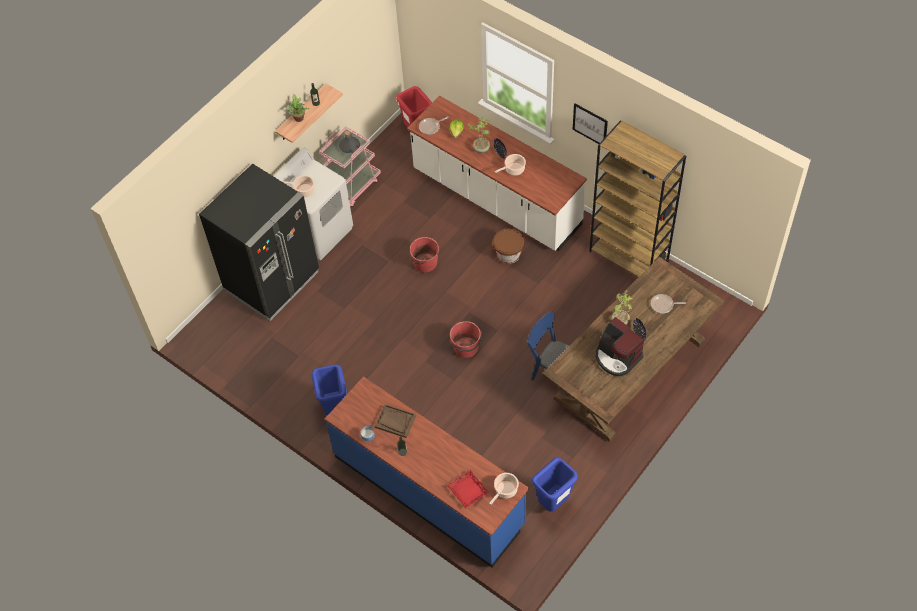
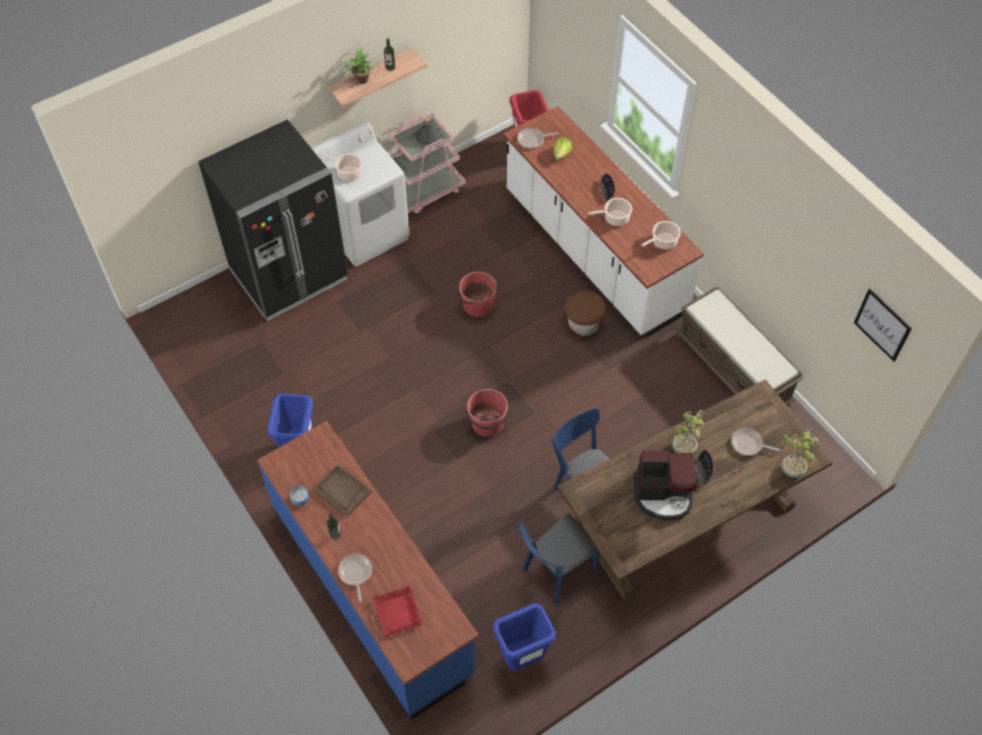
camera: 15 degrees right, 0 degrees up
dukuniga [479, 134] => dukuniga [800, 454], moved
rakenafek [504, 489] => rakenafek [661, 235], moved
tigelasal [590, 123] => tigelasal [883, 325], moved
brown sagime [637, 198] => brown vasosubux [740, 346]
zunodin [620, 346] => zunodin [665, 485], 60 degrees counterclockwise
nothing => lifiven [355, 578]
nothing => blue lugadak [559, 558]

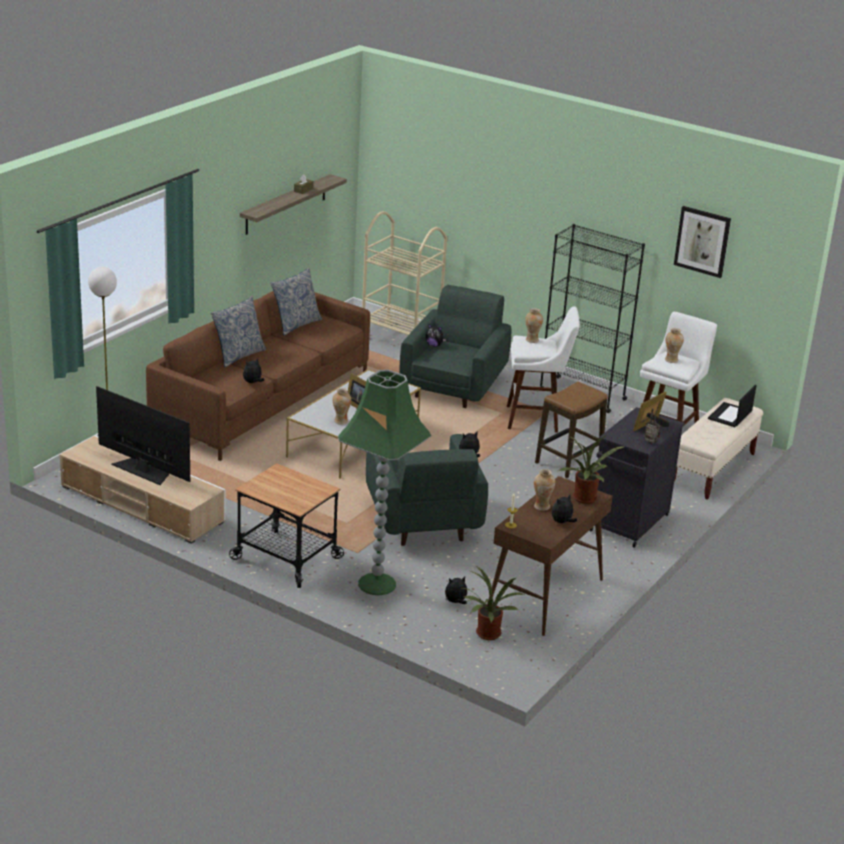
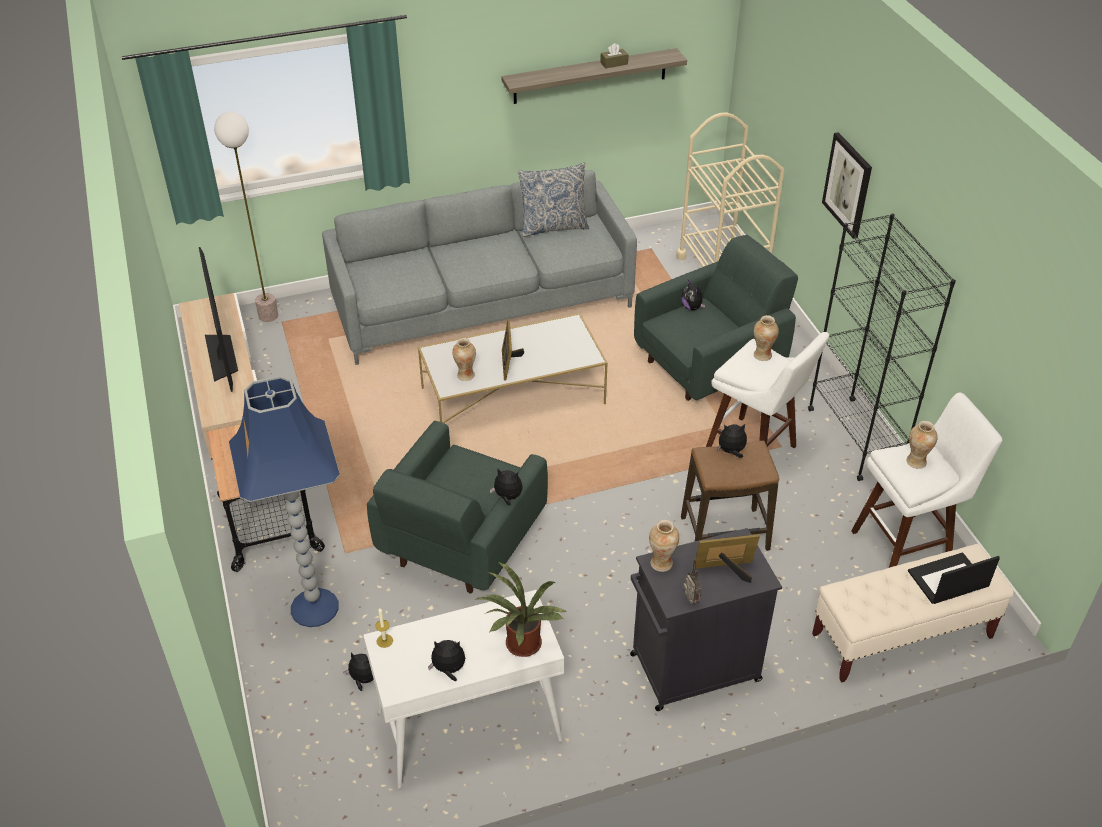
camera: 40 degrees right, 15 degrees up
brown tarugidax [258, 376] => grey tarugidax [479, 267]
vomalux [238, 331] => nothing
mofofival [253, 370] => mofofival [732, 441], moved
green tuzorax [384, 482] => blue tuzorax [284, 501]
dukuniga [493, 603] => nothing
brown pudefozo [550, 556] => white pudefozo [463, 689]
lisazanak [544, 490] => lisazanak [664, 546], moved
tigelasal [702, 242] => tigelasal [847, 185], moved

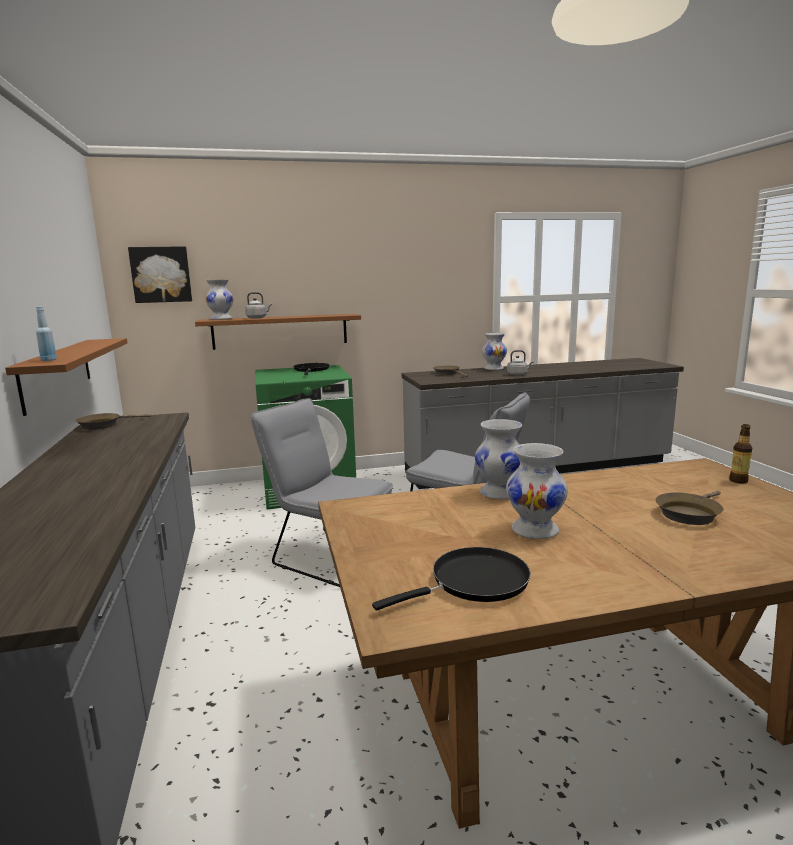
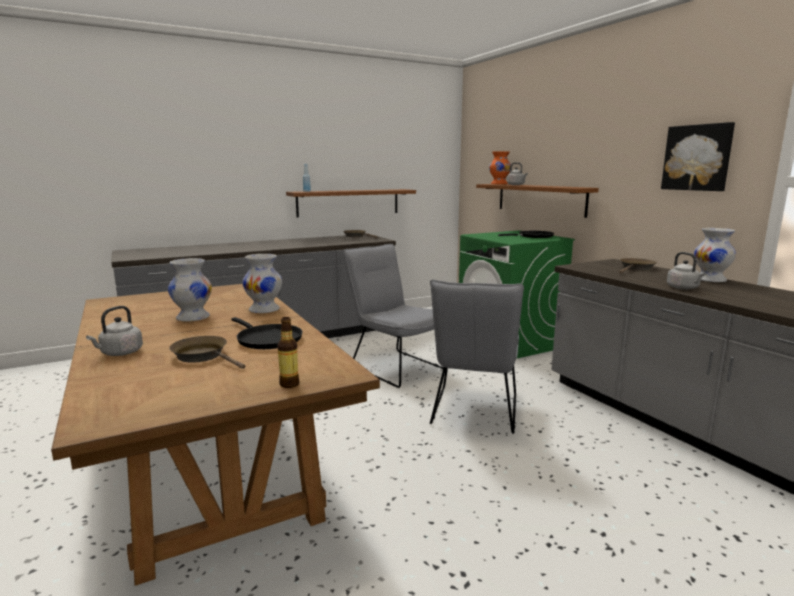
camera: 75 degrees right, 0 degrees up
tigelasal [160, 274] => tigelasal [698, 156], moved
white lisazanak [219, 299] => orange lisazanak [500, 167]
grey lugadak [322, 492] => grey lugadak [393, 316], 60 degrees counterclockwise
black lifiven [451, 579] => black lifiven [267, 333], moved
nothing => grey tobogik [114, 331]

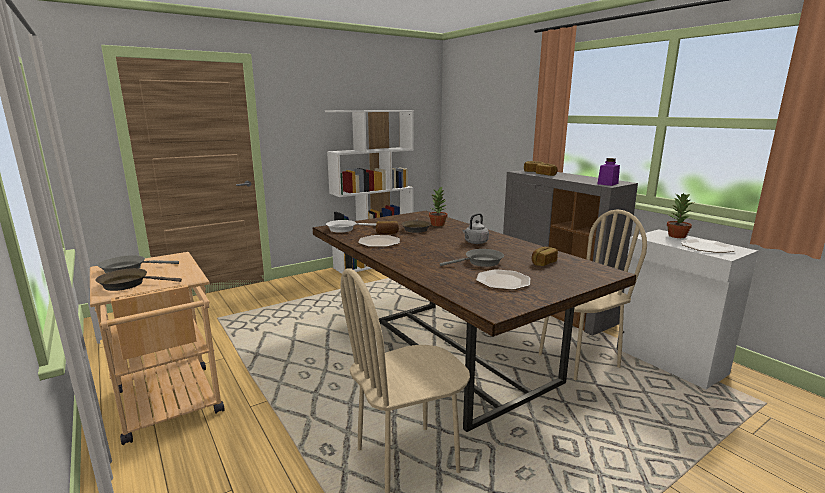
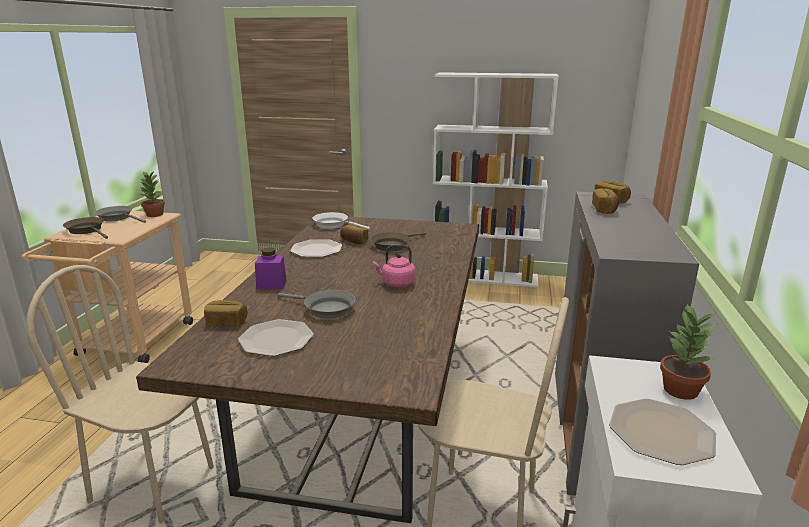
camera: 45 degrees right, 5 degrees up
dukuniga [438, 206] => dukuniga [152, 193], moved
grey tobogik [475, 228] => pink tobogik [394, 265]
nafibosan [544, 256] => nafibosan [225, 313], moved
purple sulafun [608, 172] => purple sulafun [271, 268], moved

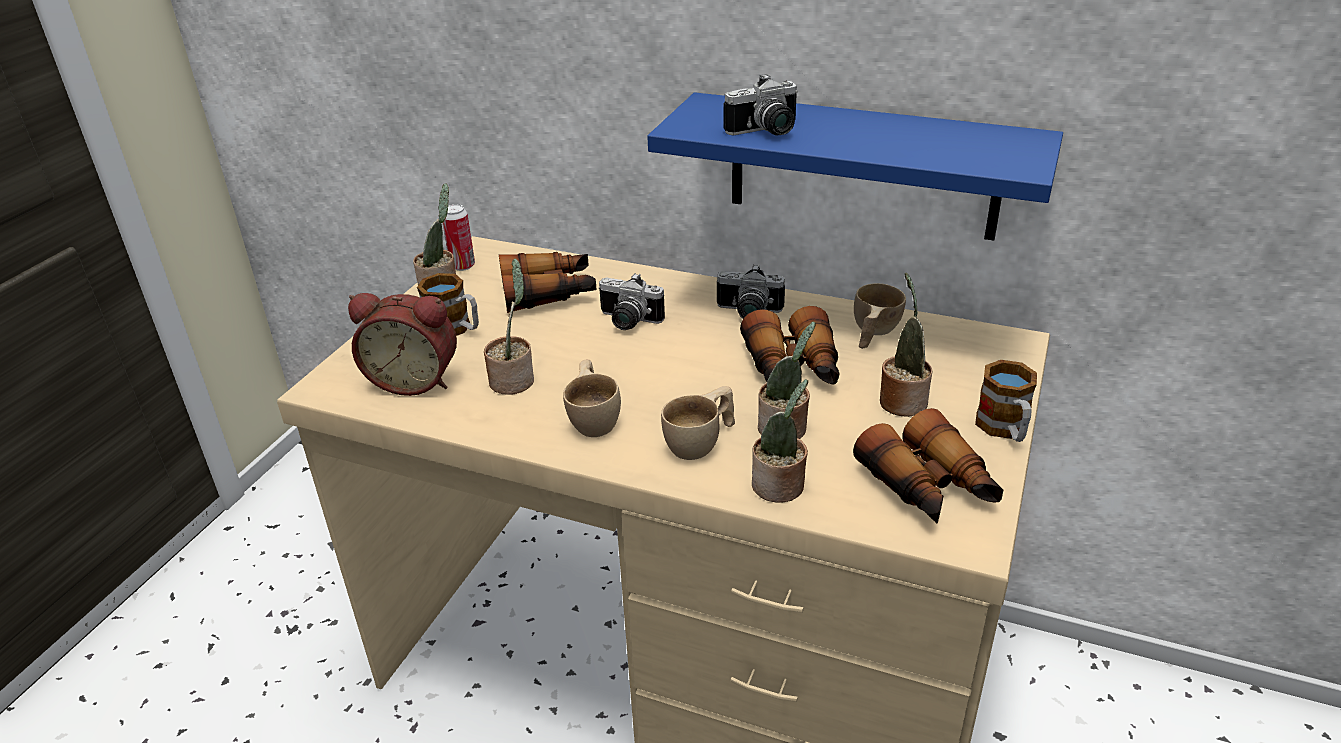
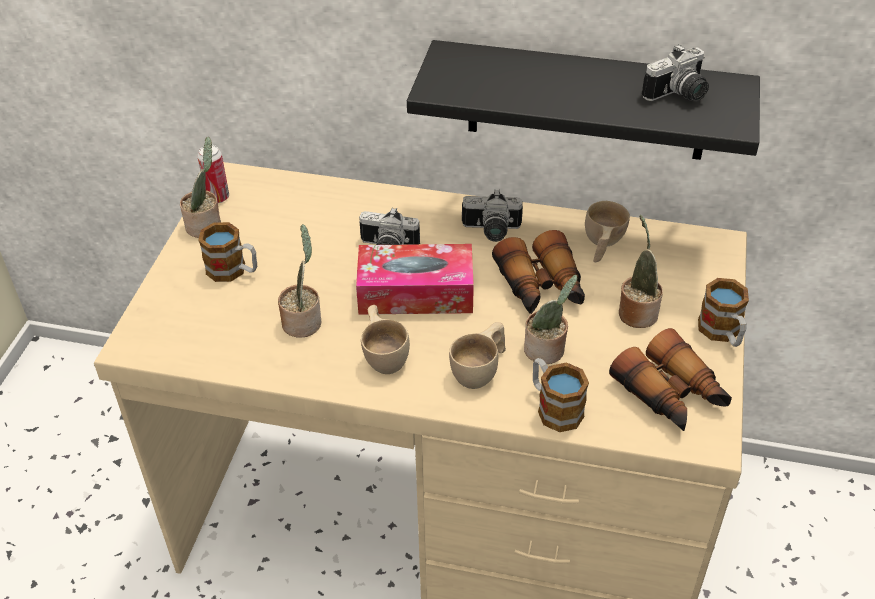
camera: 10 degrees left, 10 degrees up
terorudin [402, 344] => nothing
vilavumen [548, 282] => nothing
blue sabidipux [855, 166] => black sabidipux [583, 100]
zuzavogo [761, 105] => zuzavogo [675, 72], moved
dukuniga [780, 441] => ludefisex [561, 395]
nothing => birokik [415, 279]

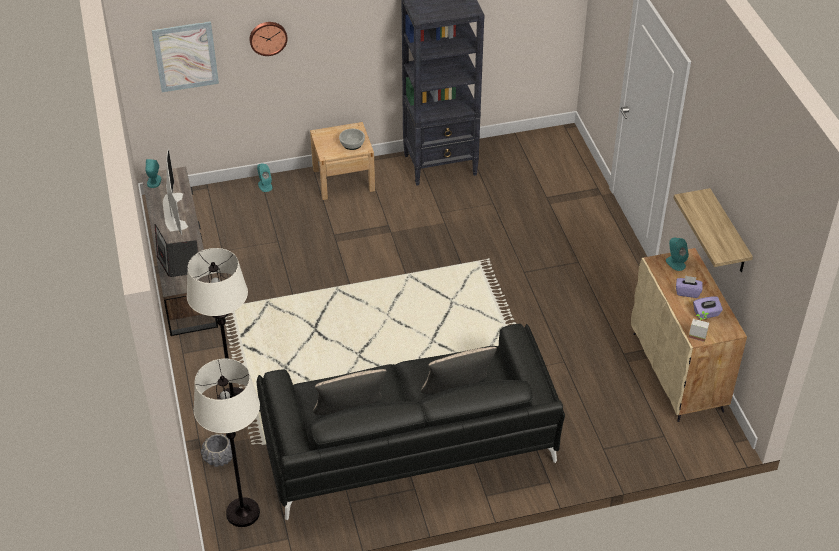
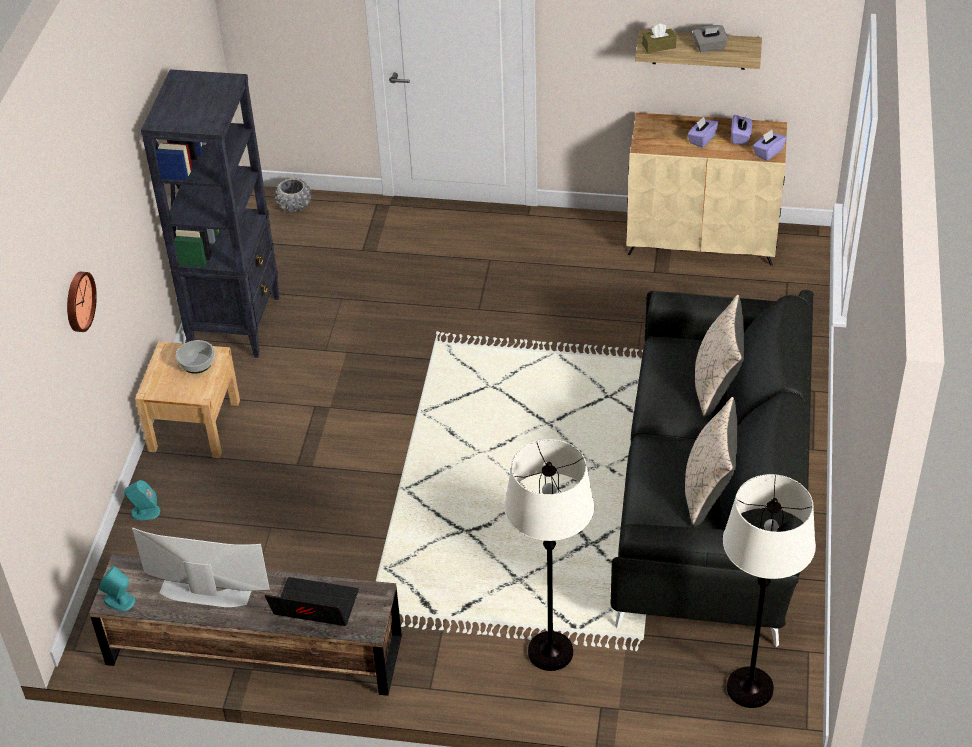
camera: 65 degrees left, 0 degrees up
tigelasal [185, 56] => nothing
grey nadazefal [217, 450] => grey nadazefal [293, 195], moved
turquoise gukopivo [677, 254] => nothing
dukuniga [698, 326] => purple birokik [769, 145]
nothing => brown birokik [659, 38]
nothing => grey birokik [710, 38]

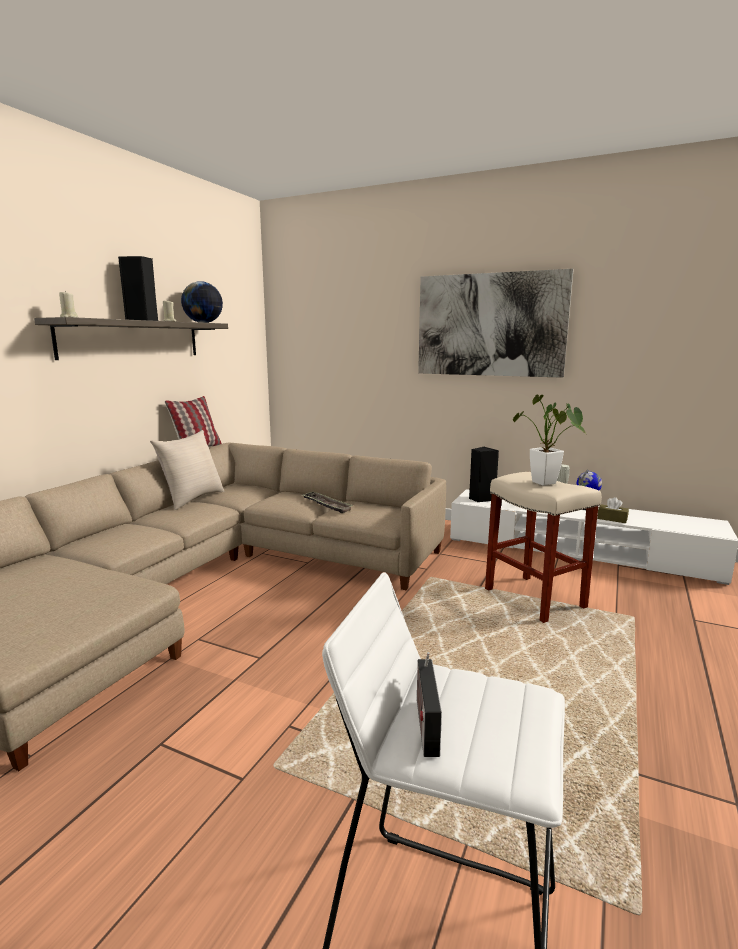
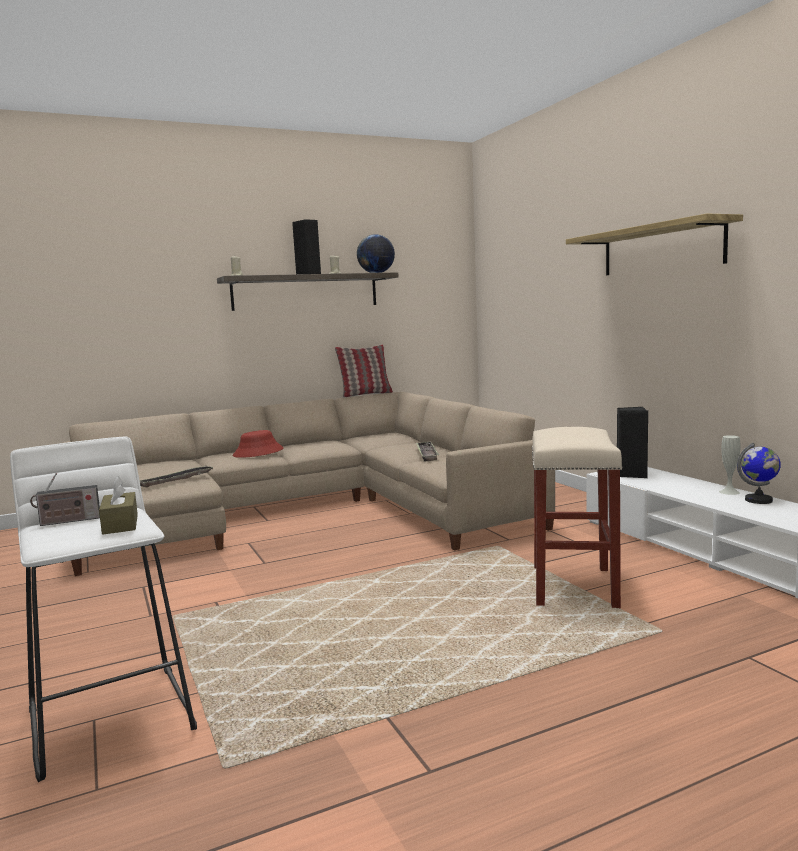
camera: 40 degrees right, 5 degrees down
beige vomalux [187, 470] => nothing
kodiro [429, 704] => kodiro [65, 499], 150 degrees counterclockwise
tigelasal [496, 323] => sabidipux [654, 244]
dukuniga [549, 440] => nothing
brown birokik [613, 510] => brown birokik [118, 505], moved
nothing => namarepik [176, 476]
nothing => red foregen [258, 444]

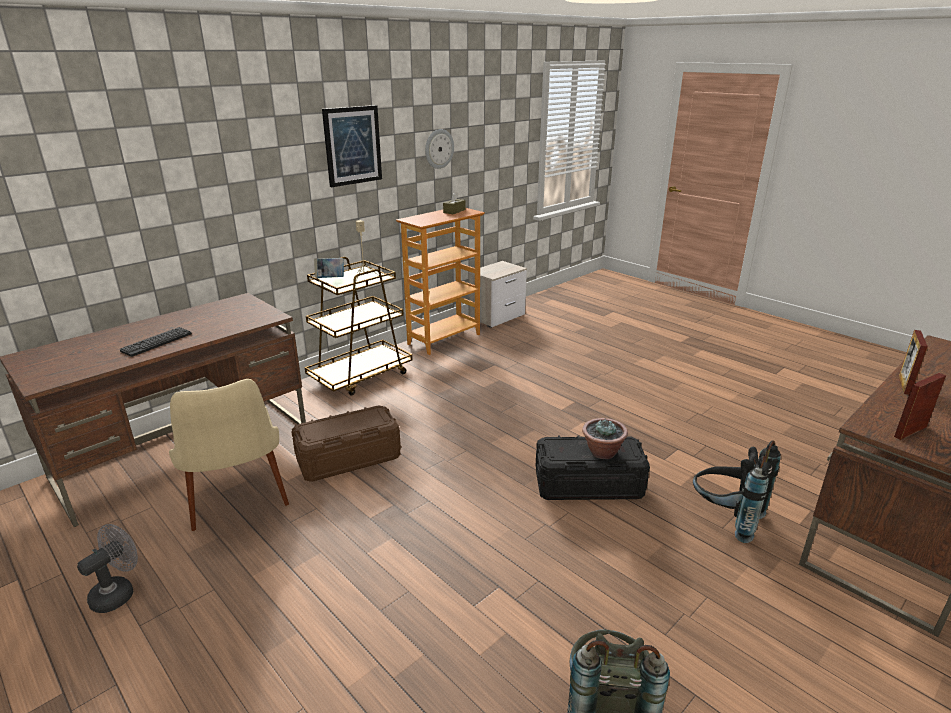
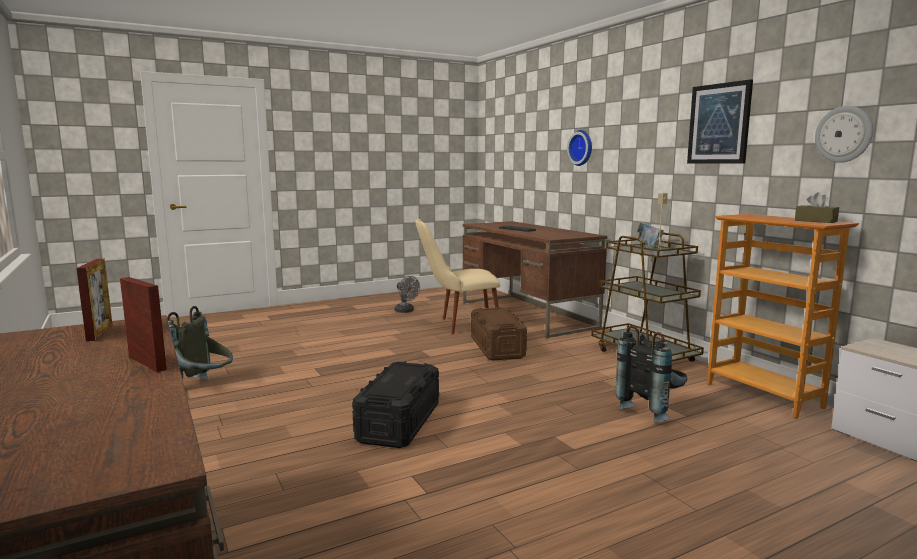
camera: 105 degrees right, 15 degrees down
dukuniga [605, 438] => nothing
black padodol [737, 491] => black padodol [651, 374], moved
nothing => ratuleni [579, 148]

